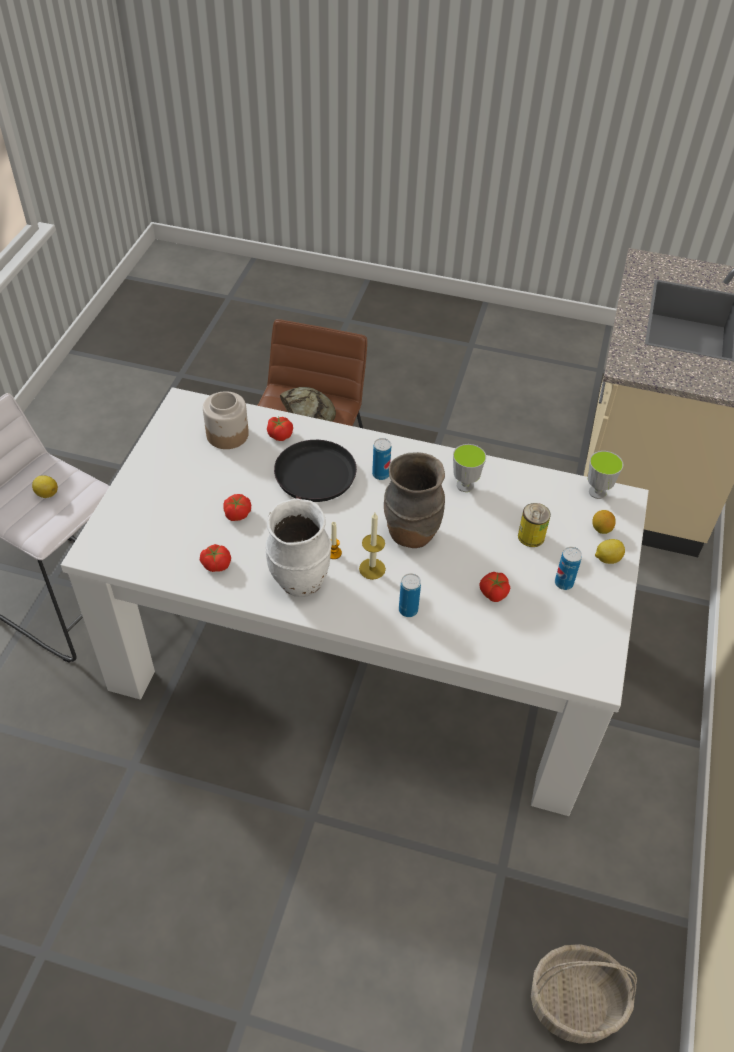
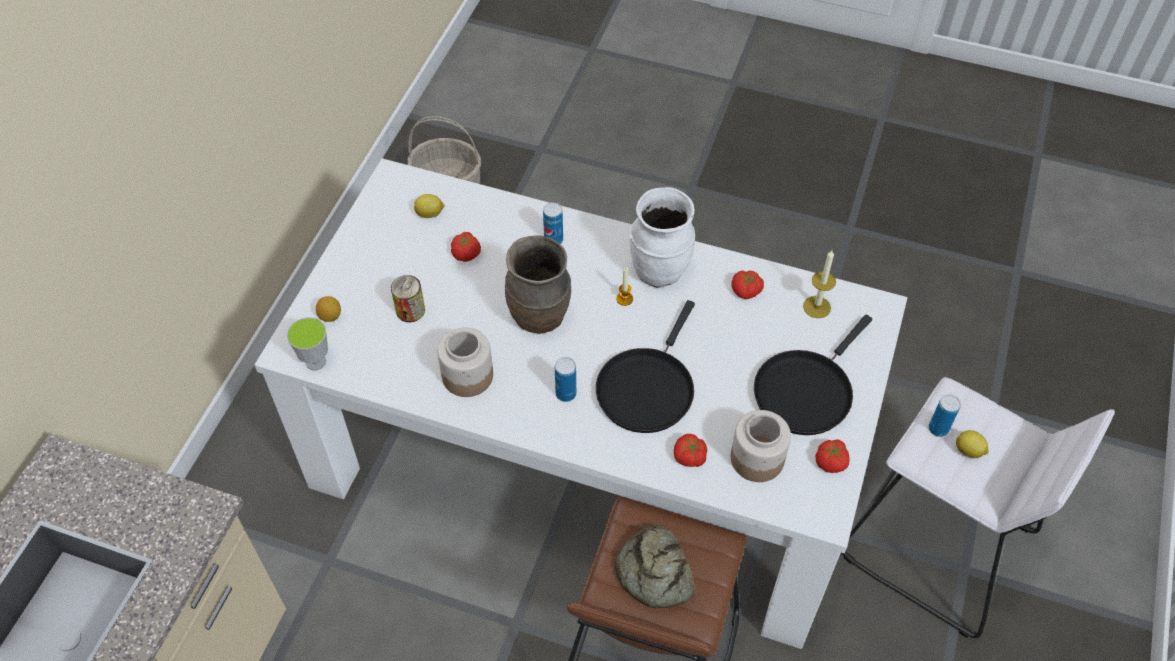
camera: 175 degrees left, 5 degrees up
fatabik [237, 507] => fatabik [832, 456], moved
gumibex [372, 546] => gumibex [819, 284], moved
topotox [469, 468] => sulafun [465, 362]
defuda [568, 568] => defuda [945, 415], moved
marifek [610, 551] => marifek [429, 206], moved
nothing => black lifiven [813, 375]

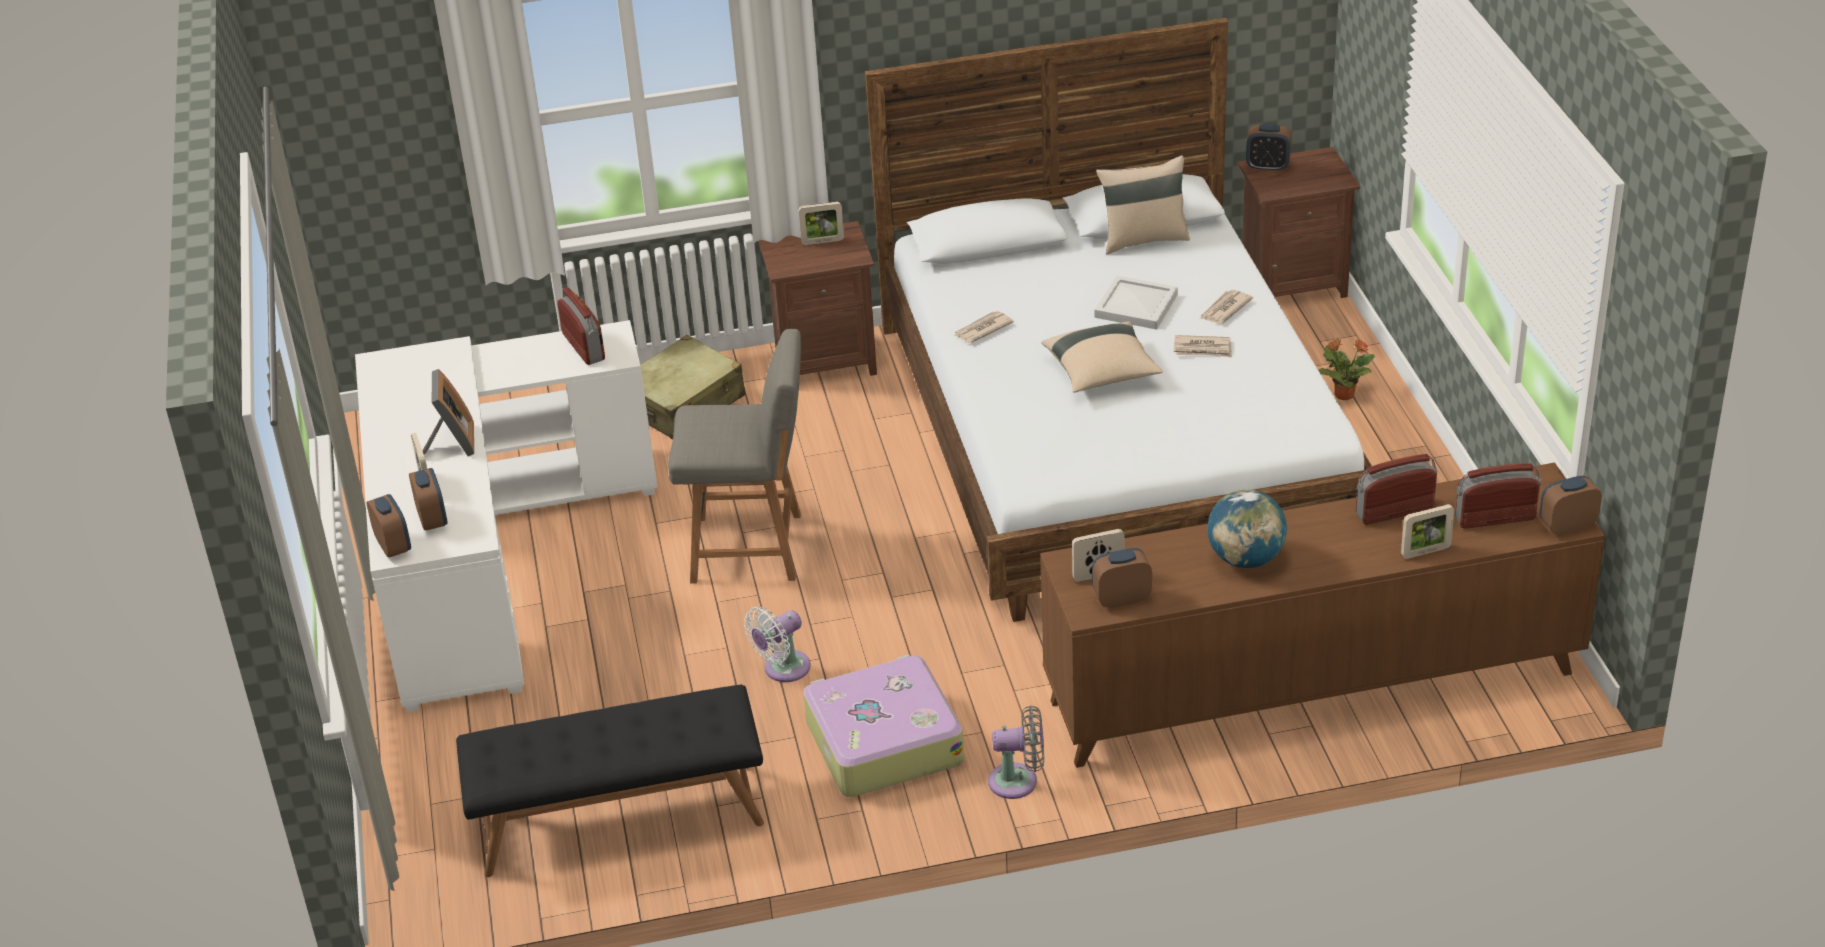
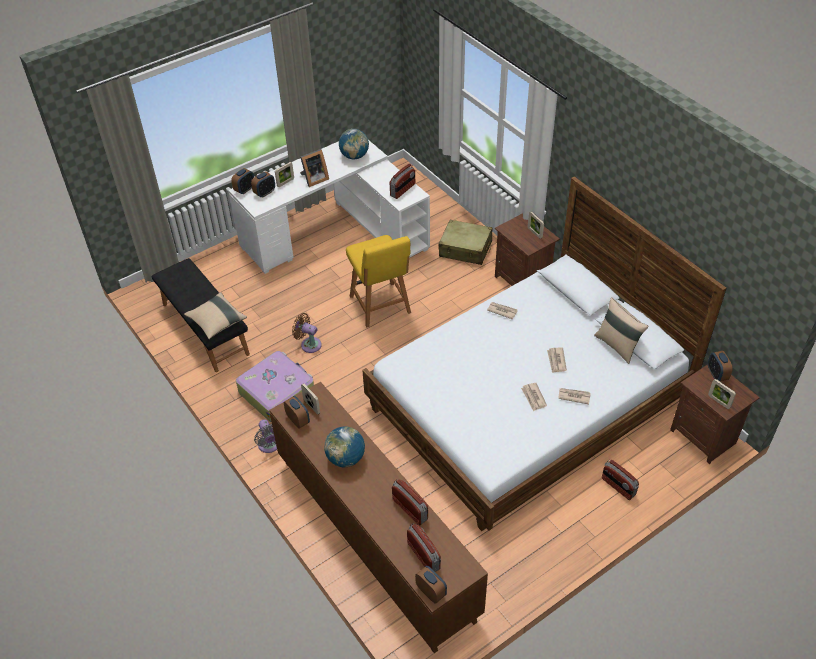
camera: 65 degrees right, 10 degrees up
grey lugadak [734, 456] => yellow lugadak [378, 281]
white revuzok [777, 644] => brown revuzok [307, 333]
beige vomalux [1102, 357] => beige vomalux [215, 315], moved
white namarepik [1136, 302] => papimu [557, 360]
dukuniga [1347, 369] => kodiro [620, 480]
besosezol [1428, 531] => besosezol [722, 394], moved
nothing => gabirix [354, 144]

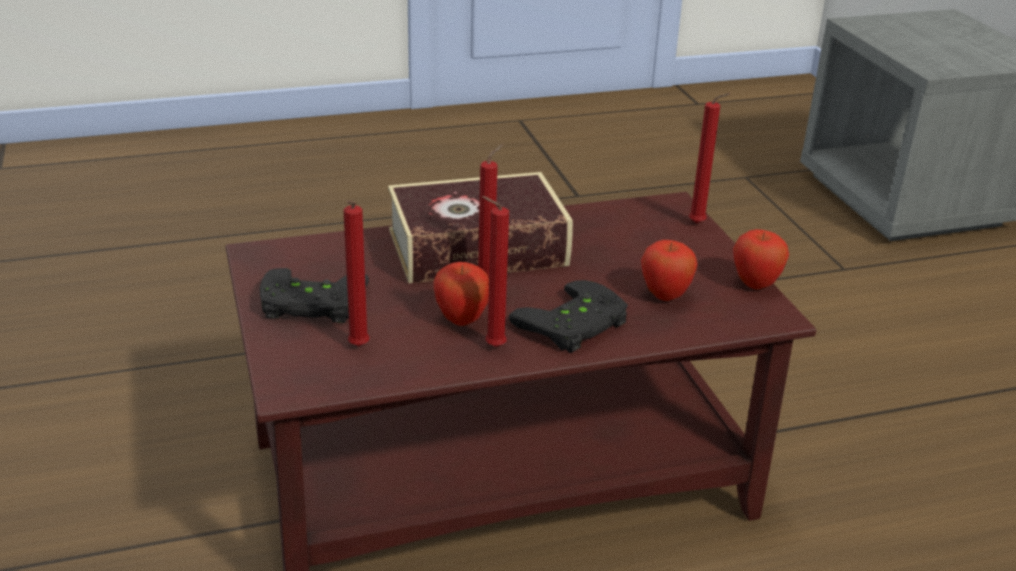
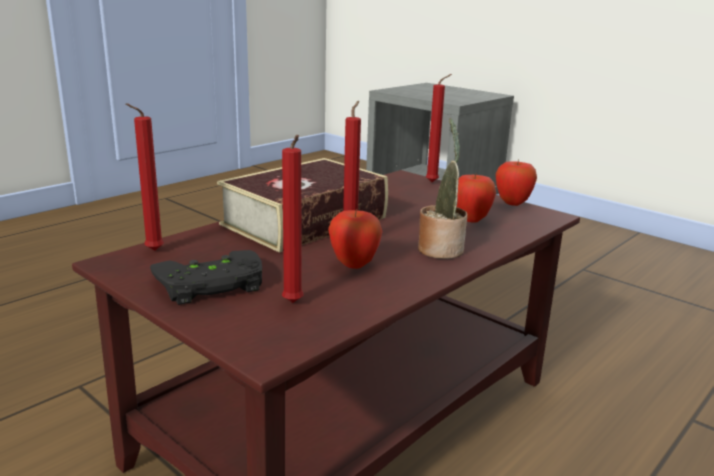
camera: 30 degrees left, 10 degrees down
red gumibex [495, 271] => red gumibex [145, 177], moved
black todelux [568, 316] => dukuniga [442, 188]

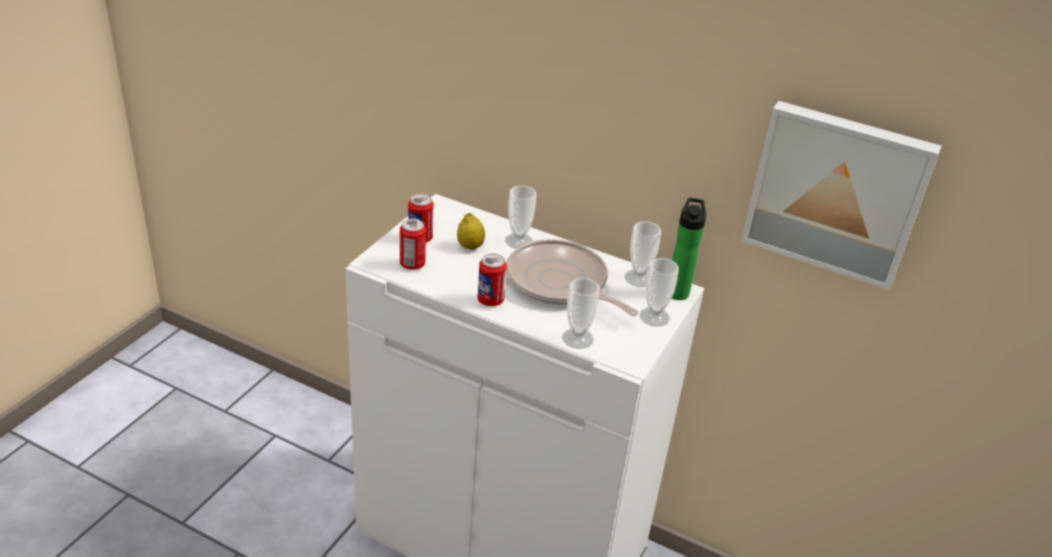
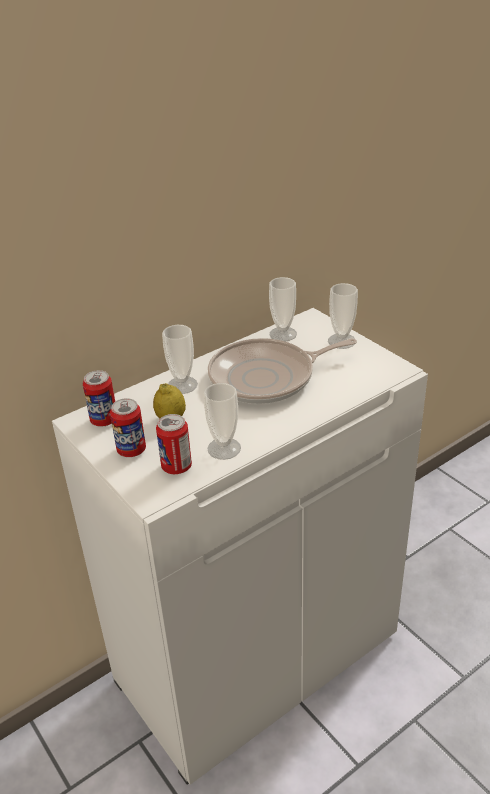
camera: 60 degrees left, 0 degrees up
defuda [492, 280] => defuda [99, 398], moved
topotox [581, 313] => topotox [222, 421], moved
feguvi [689, 249] => nothing
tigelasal [841, 195] => nothing

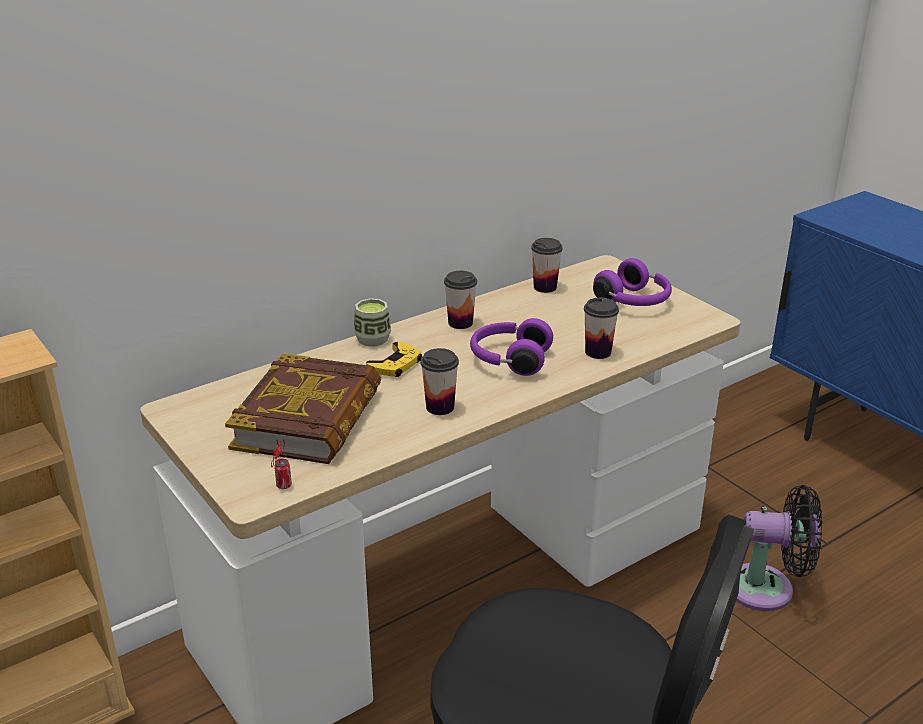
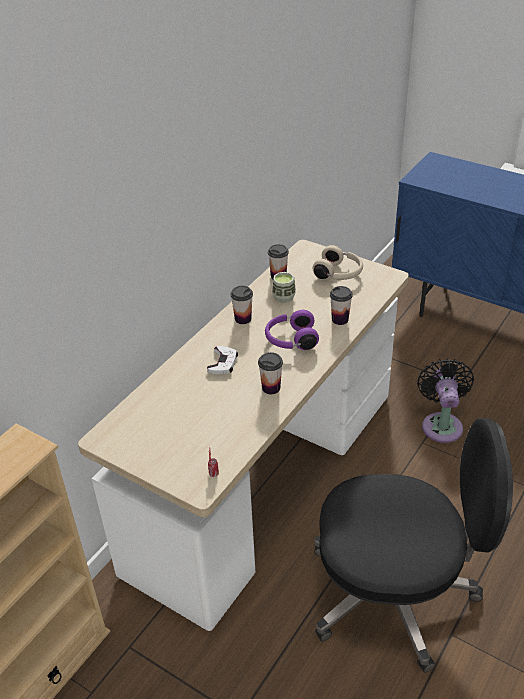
camera: 20 degrees left, 10 degrees up
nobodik [303, 408] => nothing
topotox [372, 322] => topotox [284, 287], moved
yellow todelux [394, 359] => white todelux [222, 360]
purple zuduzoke [632, 282] => beige zuduzoke [338, 262]
black revuzok [779, 548] => black revuzok [445, 400], 75 degrees counterclockwise

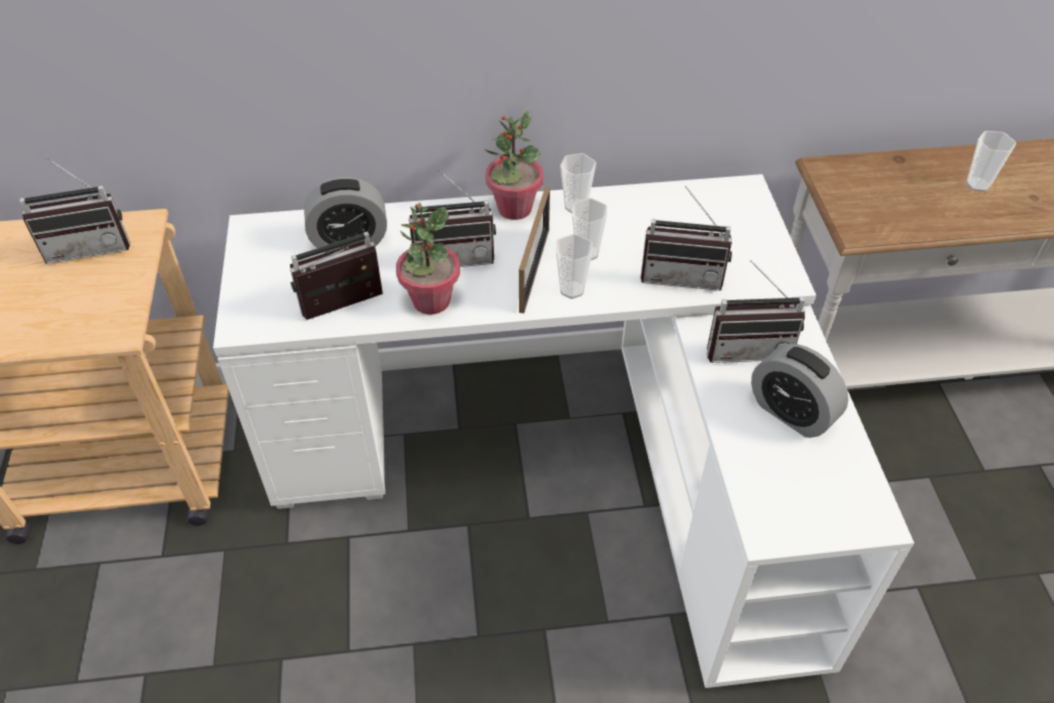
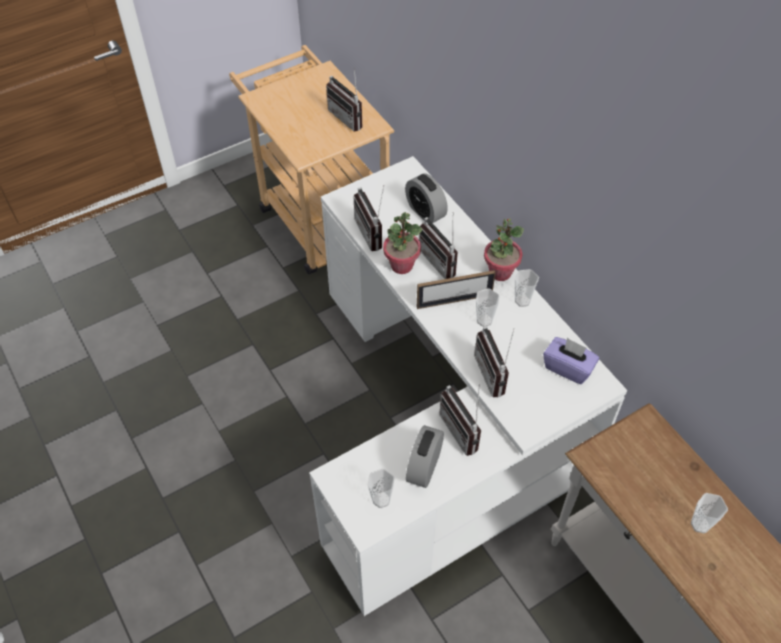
camera: 65 degrees right, 5 degrees up
kodiro [336, 276] => kodiro [368, 218], 150 degrees counterclockwise
topotox [574, 266] => topotox [381, 488], moved
nothing => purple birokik [571, 360]

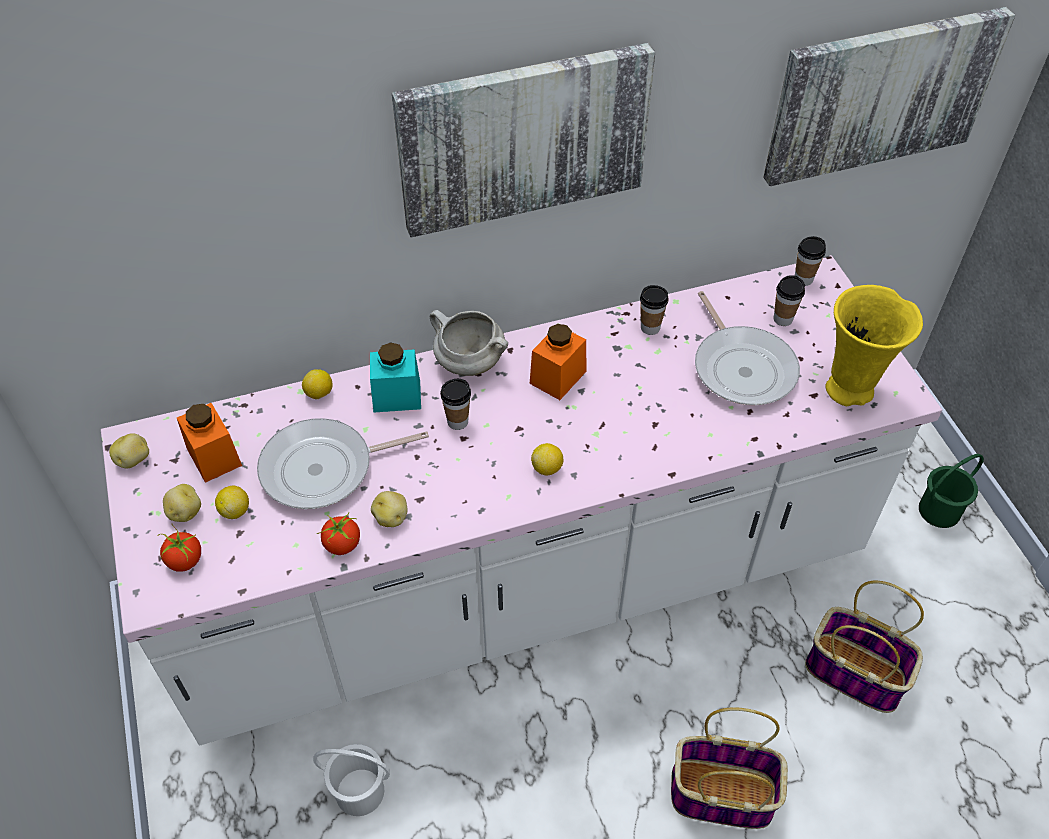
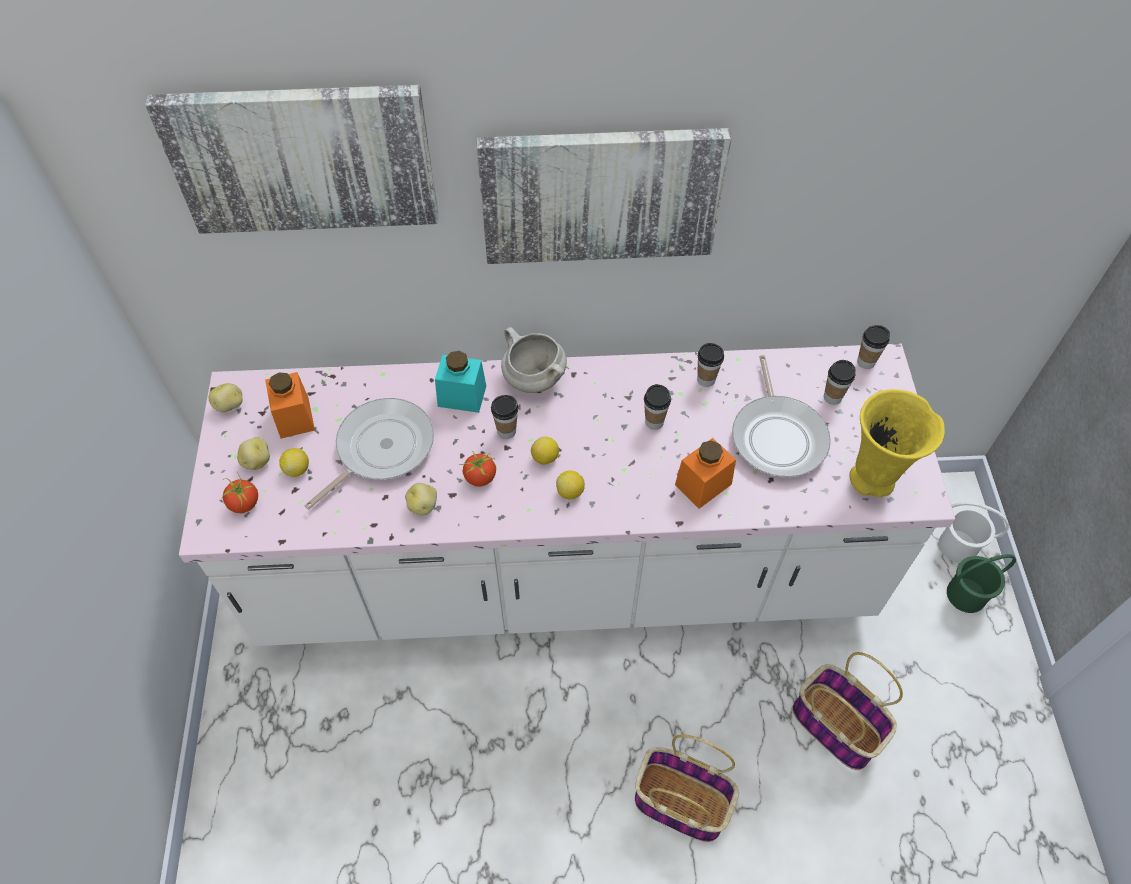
camera: 15 degrees right, 5 degrees up
lifiven [343, 463] => lifiven [369, 454], 135 degrees clockwise
marifek [317, 384] => marifek [545, 451], moved
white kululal [351, 780] => white kululal [974, 532], moved
fatabik [338, 534] => fatabik [477, 468], moved
orange sulafun [558, 362] => orange sulafun [705, 473], moved
tigelasal [889, 96] => tigelasal [292, 159], moved
nothing => topotox [657, 407]

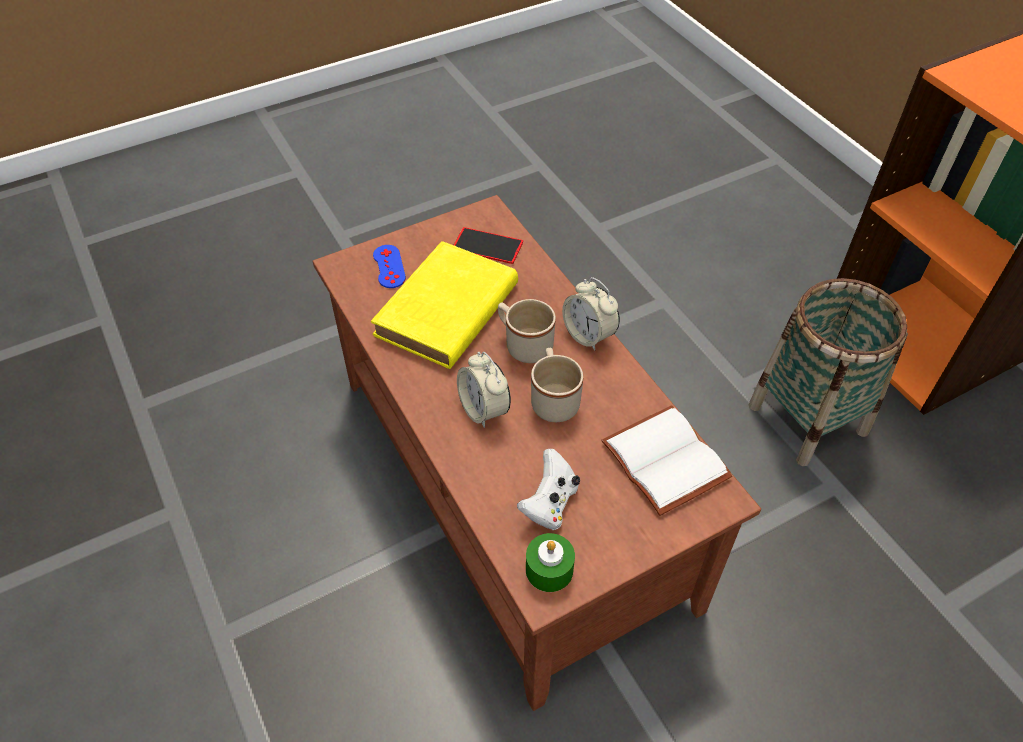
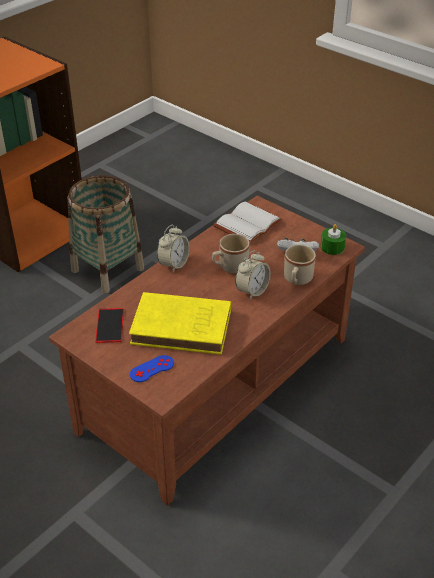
camera: 110 degrees left, 10 degrees down
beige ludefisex [527, 331] => beige ludefisex [300, 265], moved

